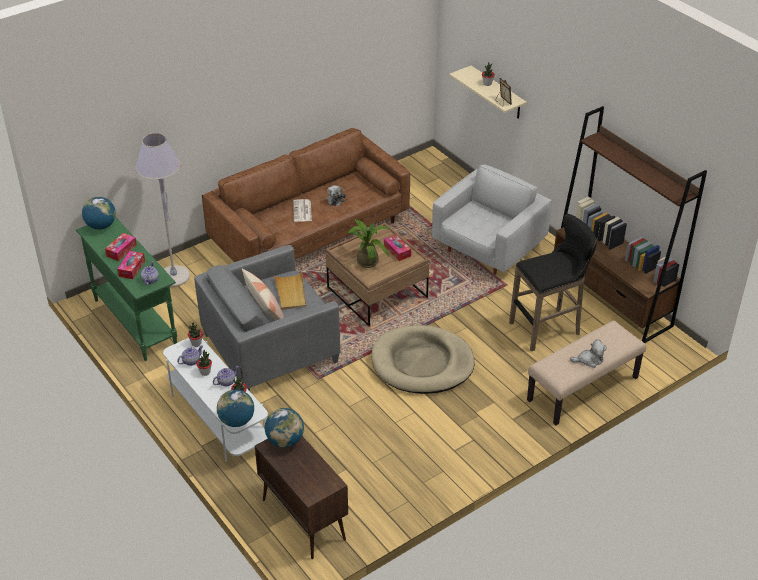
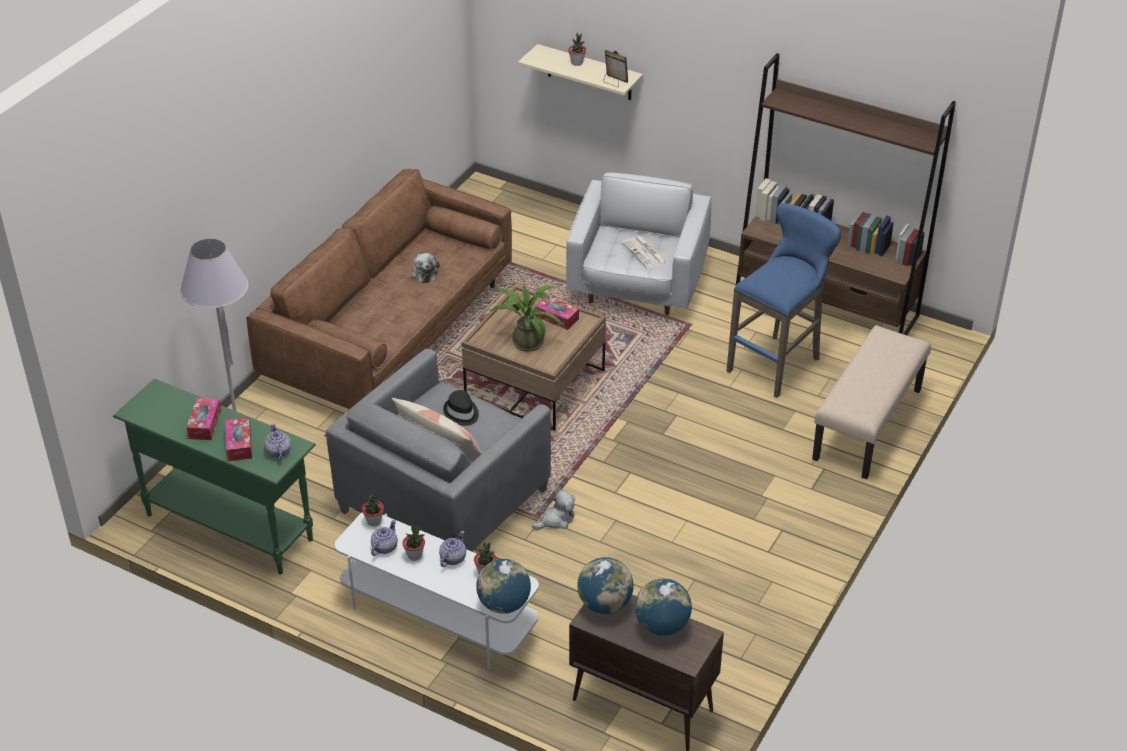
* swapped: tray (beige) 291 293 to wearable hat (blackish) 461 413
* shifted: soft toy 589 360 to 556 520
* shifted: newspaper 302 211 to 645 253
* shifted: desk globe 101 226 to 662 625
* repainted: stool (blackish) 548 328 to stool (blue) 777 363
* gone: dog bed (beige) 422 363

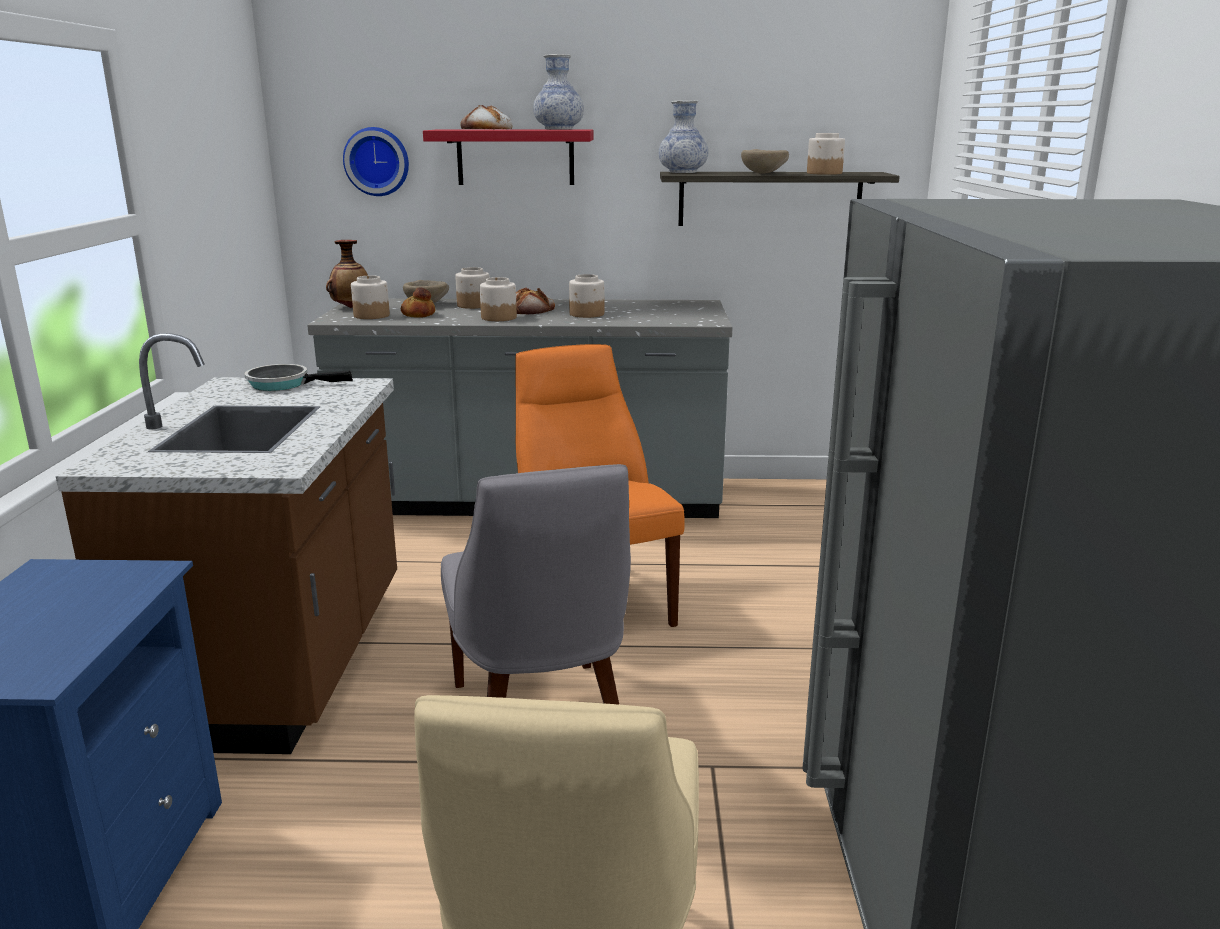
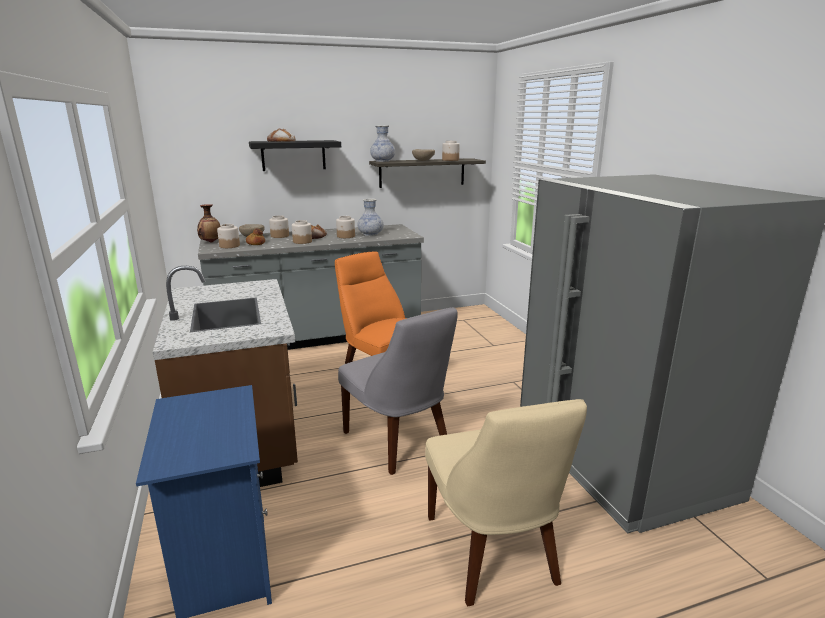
* repainted: bracket shelf (reddish) 515 157 to bracket shelf (blackish) 293 155
* shifted: flower vase 558 129 to 370 234
* gone: pan 284 384
* gone: wall clock 377 161

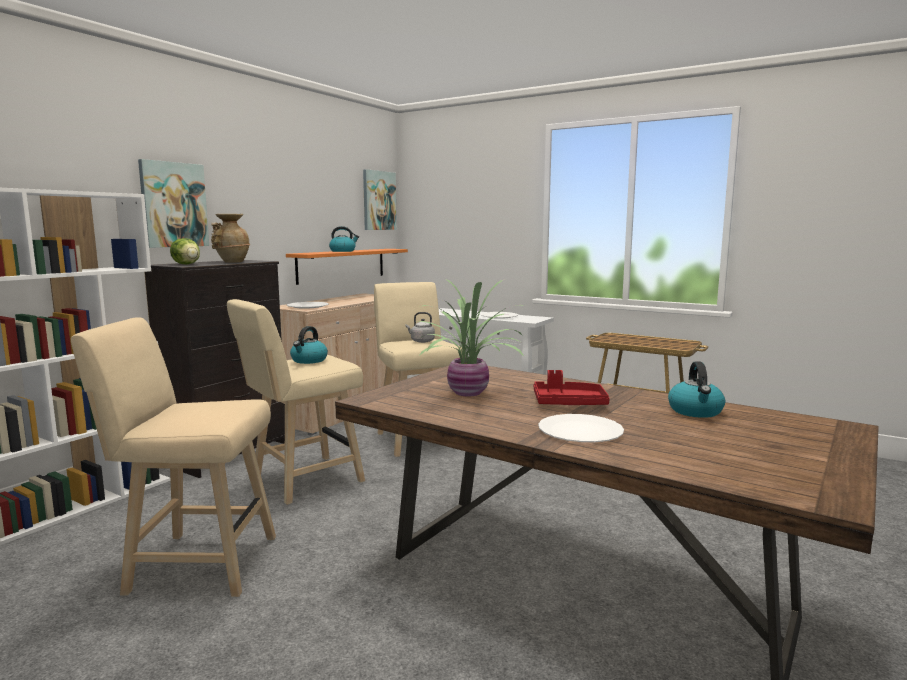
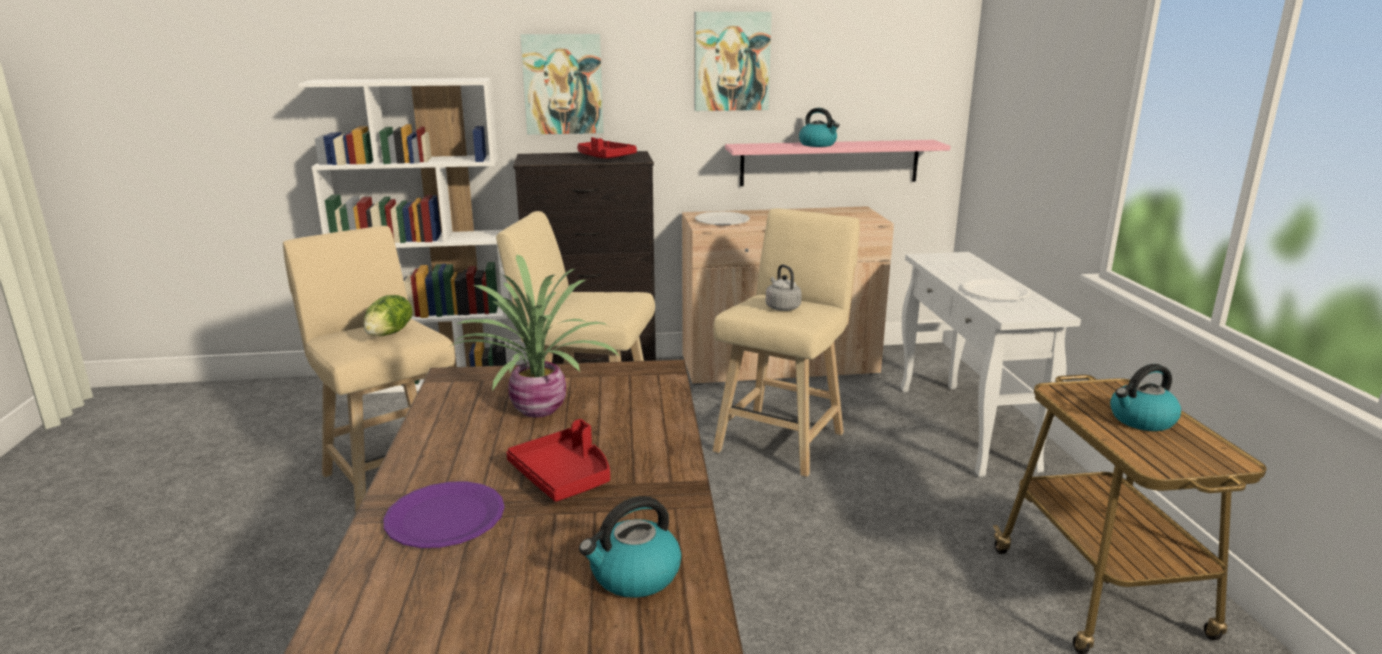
* shifted: head of lettuce 187 264 to 390 333
* repainted: plate (white-coloured) 580 431 to plate (purplish) 445 517
* swapped: flower vase (beige) 231 262 to tray (reddish) 604 157
* shifted: picture 378 200 to 731 61
* repainted: bracket shelf (orange) 342 265 to bracket shelf (pink) 829 162
* shifted: tea kettle 309 360 to 1141 420

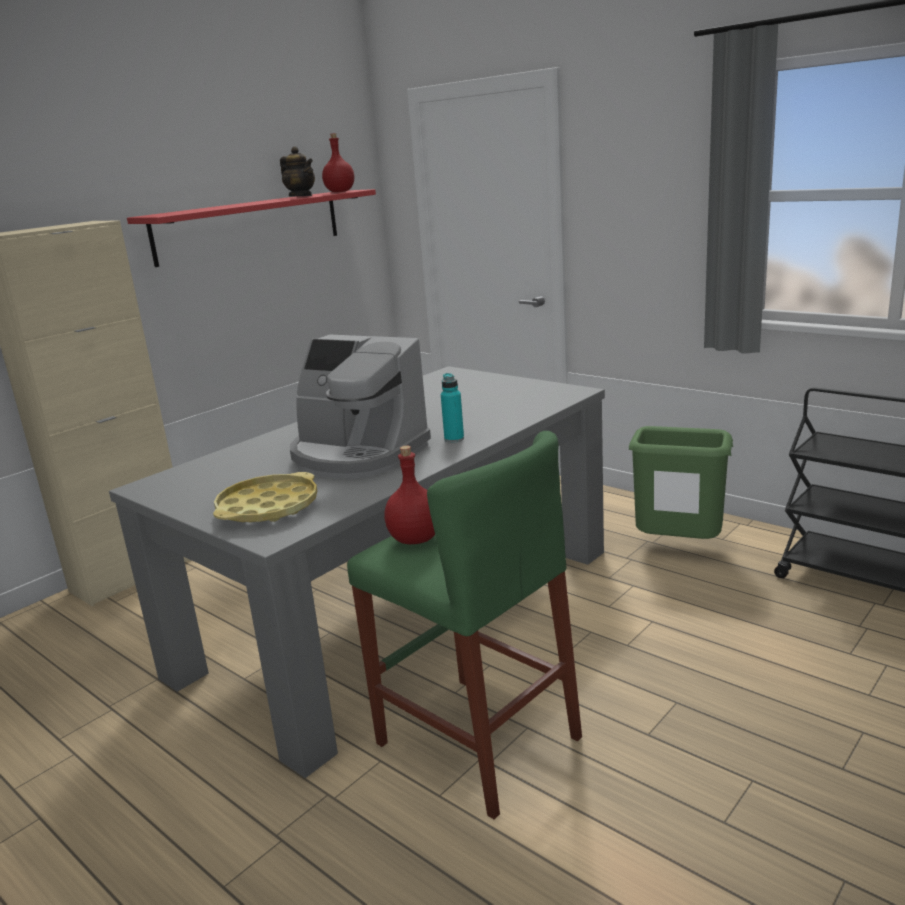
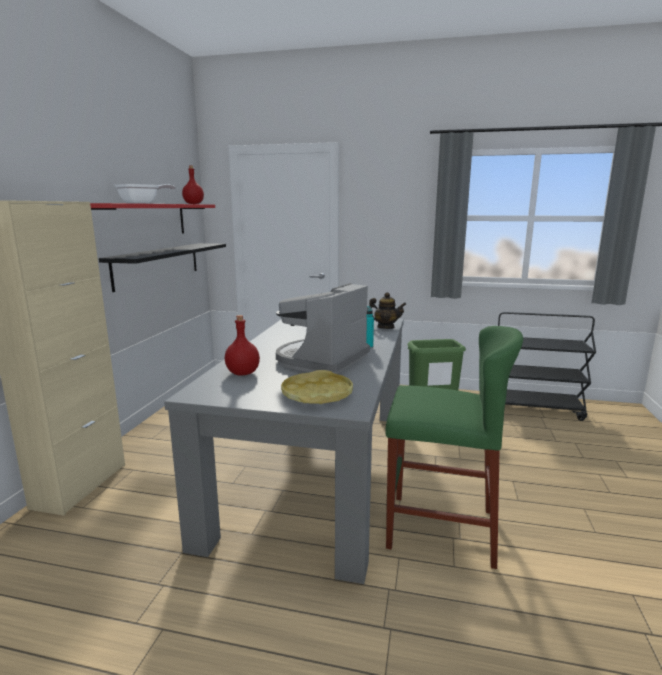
* new: bracket shelf (blackish) 158 264
* new: pan 143 203
* shifted: drink bottle (reddish) 414 539 to 242 373
* rotated: coffee maker 357 454 = 321 360 120 degrees clockwise
* shifted: teapot 301 196 to 385 327

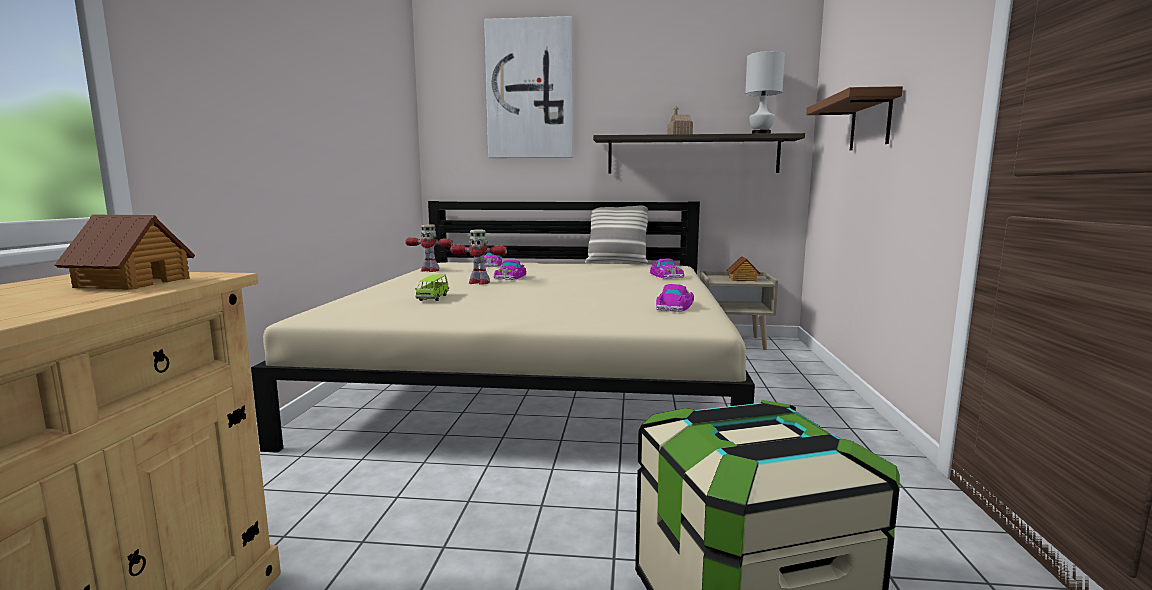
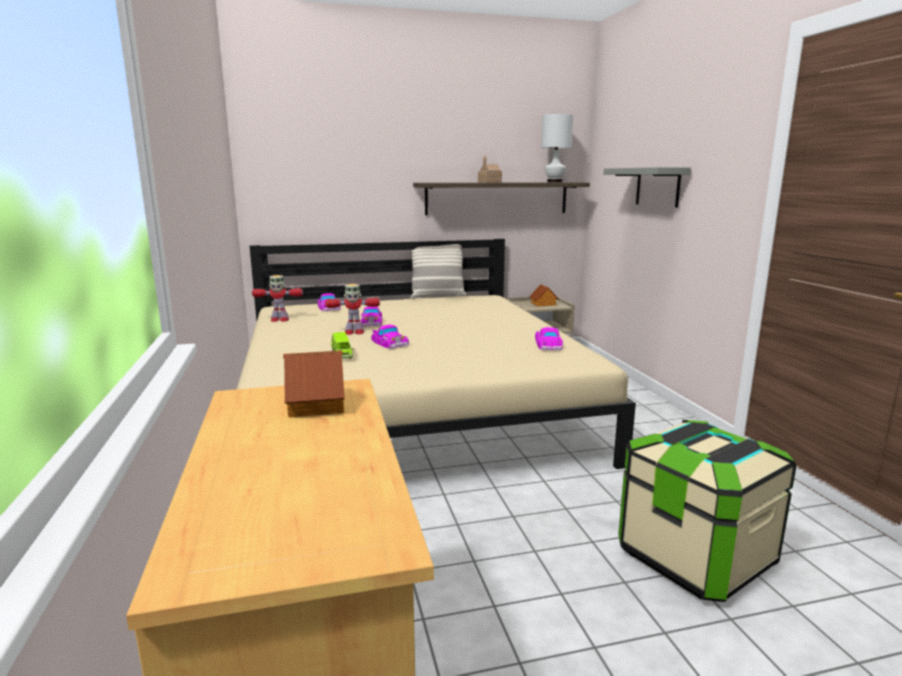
* shifted: model car 665 275 to 389 342
* repainted: bracket shelf (brown-coloured) 870 122 to bracket shelf (gray) 657 187
* gone: picture 530 90

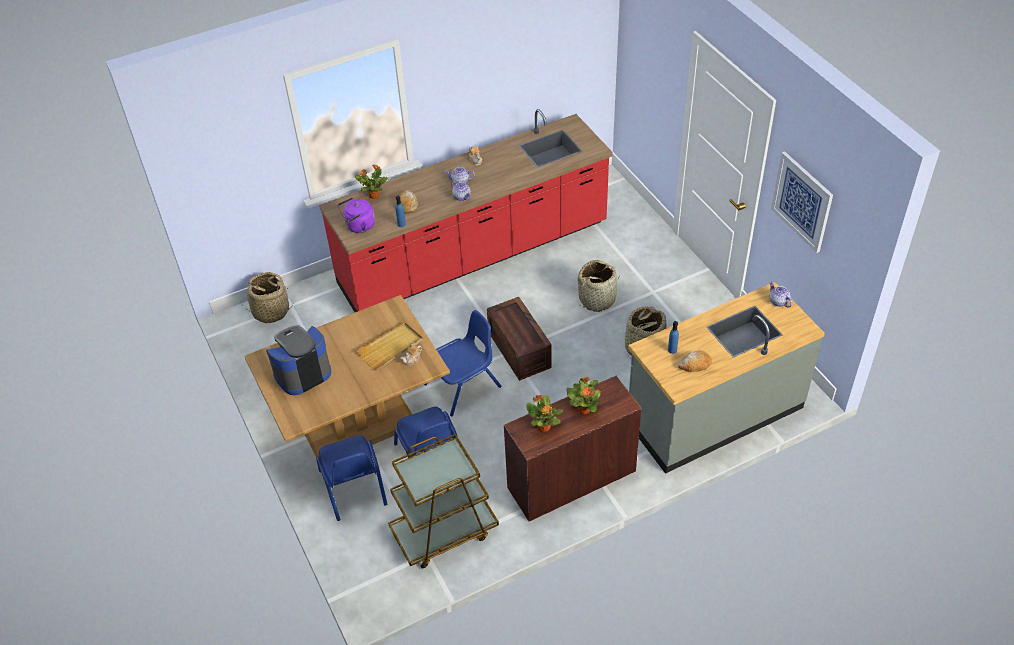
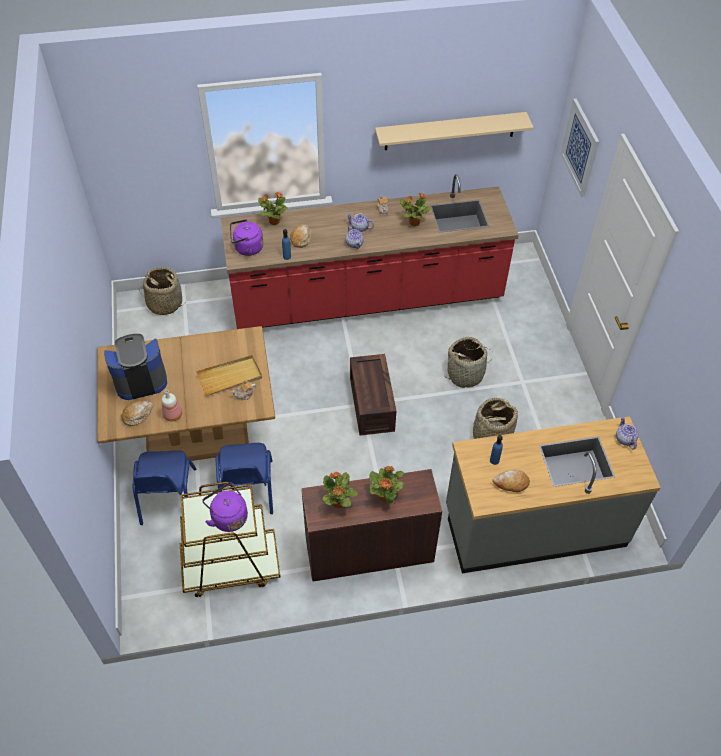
* new: baked bread 138 415
* new: drink bottle 173 415
* new: tea kettle (purplish) 228 517
* new: bracket shelf (beige) 450 131
* new: potted plant 413 222
* shifted: picture 802 201 to 580 147
* gone: plain chair (blue) 463 386

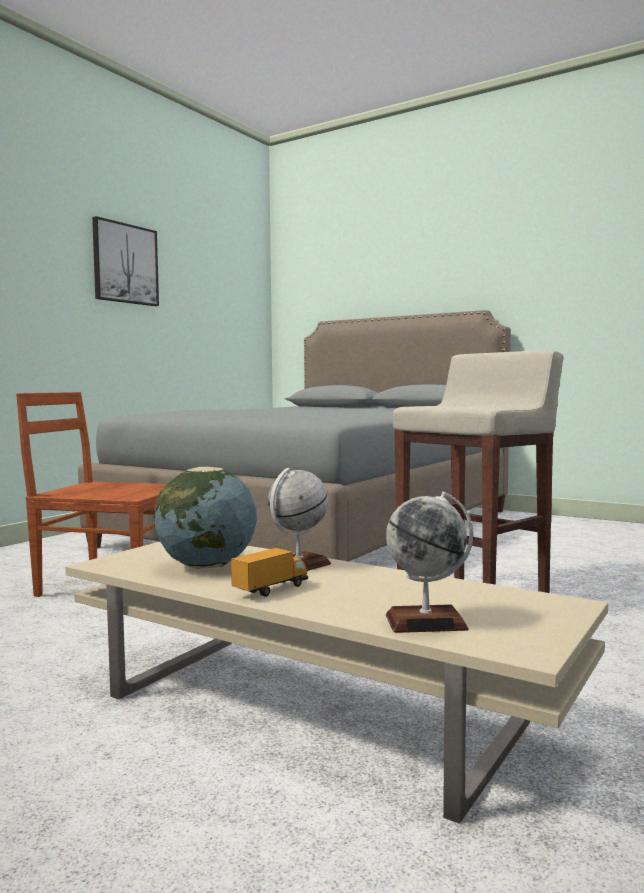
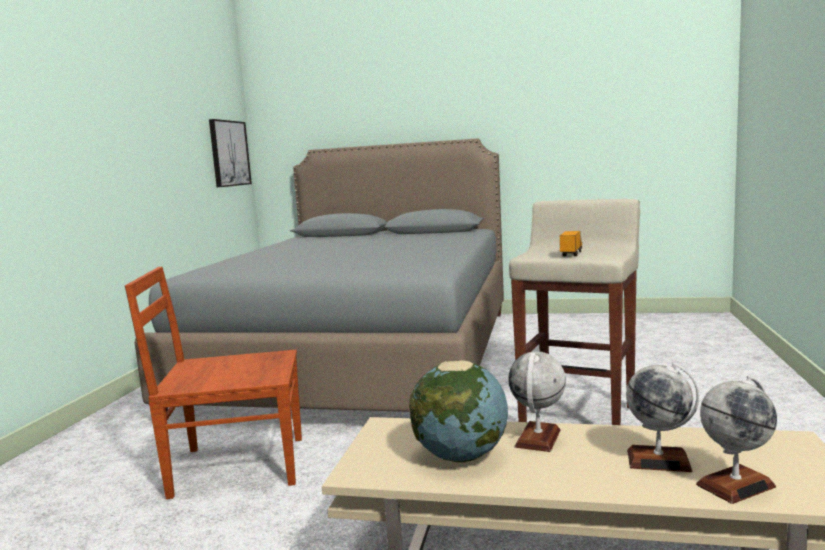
* shifted: picture 125 264 to 229 153
* shifted: toy truck 271 590 to 571 254
* new: desk globe 658 460

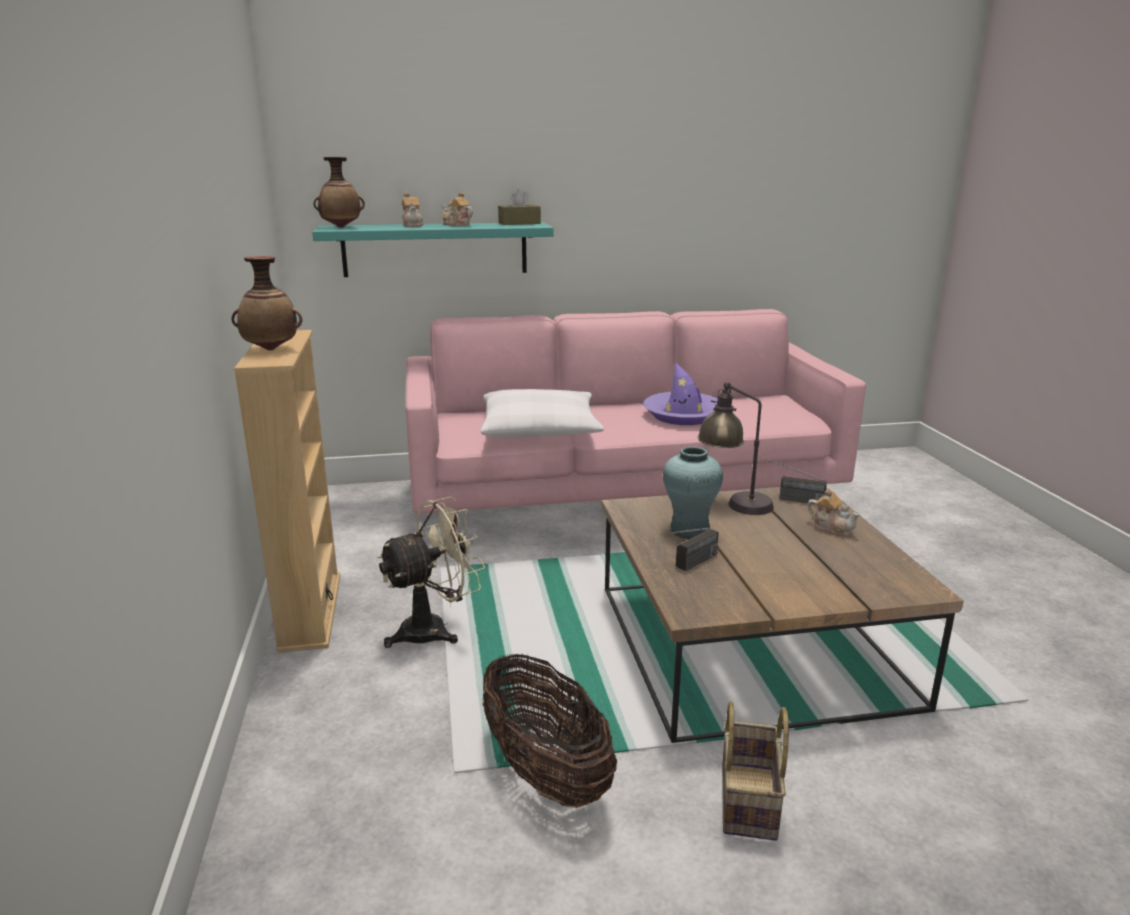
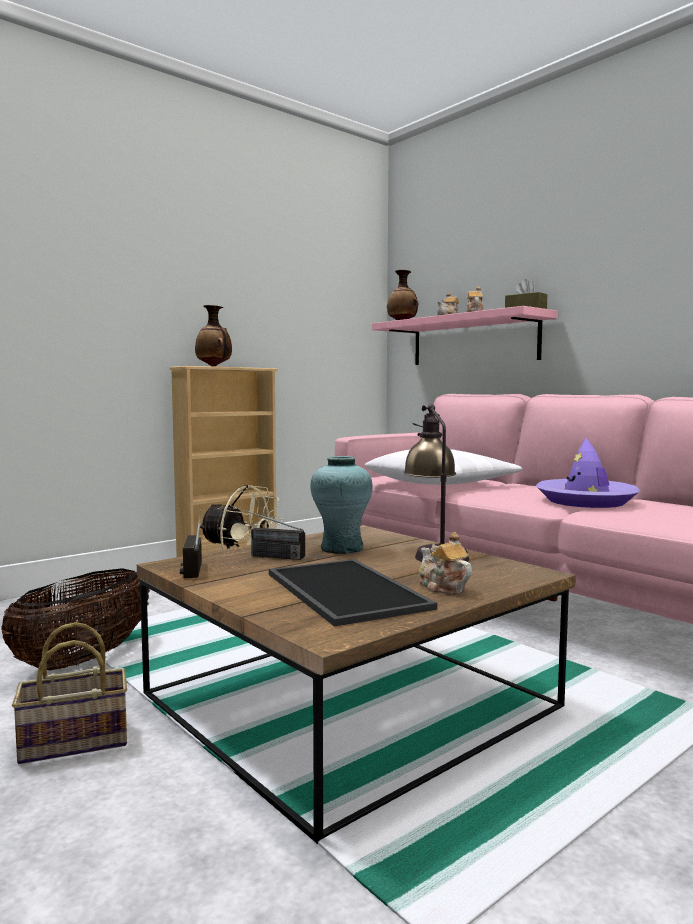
* shifted: radio 789 499 to 192 566
* new: tray 342 590
* repainted: bracket shelf (turquoise) 435 249 to bracket shelf (pink) 473 341
* rotated: teapot 831 528 = 442 587 135 degrees clockwise

